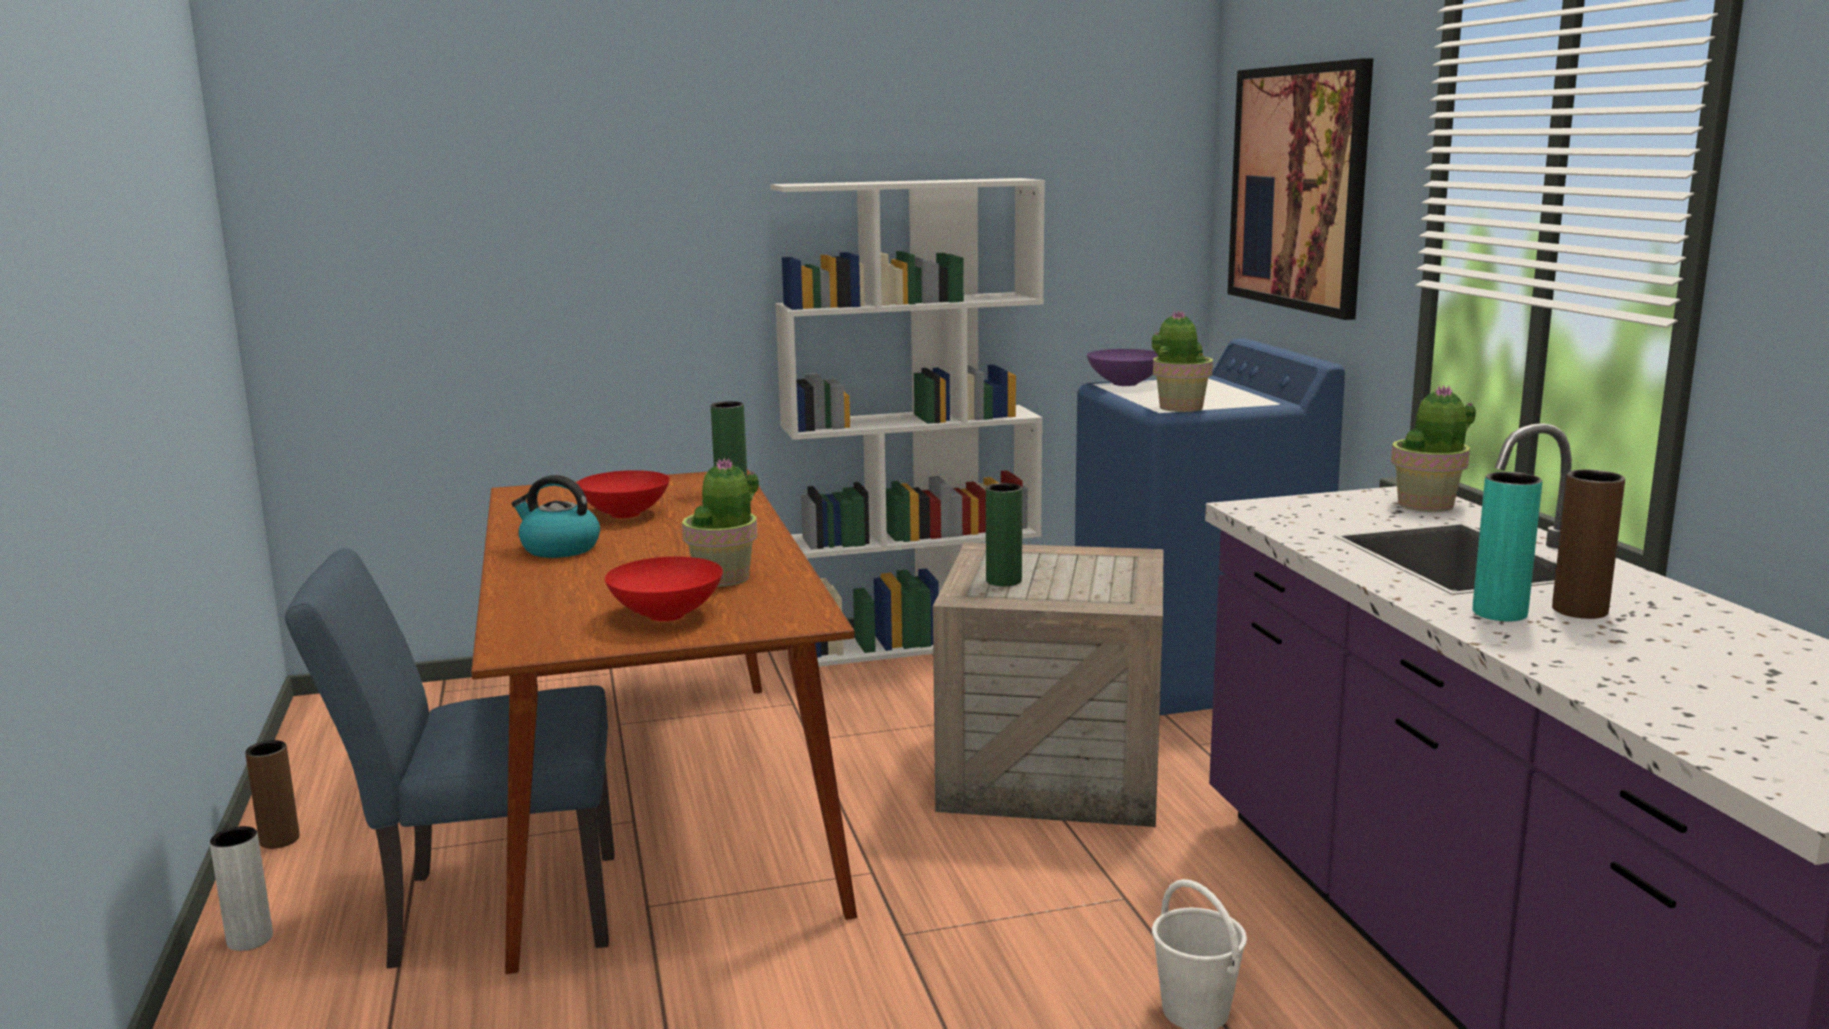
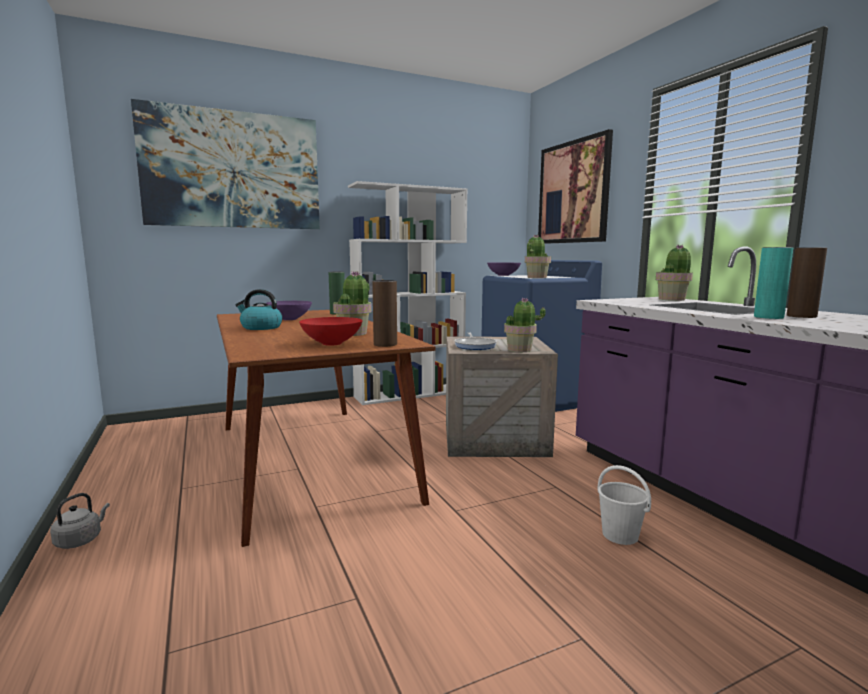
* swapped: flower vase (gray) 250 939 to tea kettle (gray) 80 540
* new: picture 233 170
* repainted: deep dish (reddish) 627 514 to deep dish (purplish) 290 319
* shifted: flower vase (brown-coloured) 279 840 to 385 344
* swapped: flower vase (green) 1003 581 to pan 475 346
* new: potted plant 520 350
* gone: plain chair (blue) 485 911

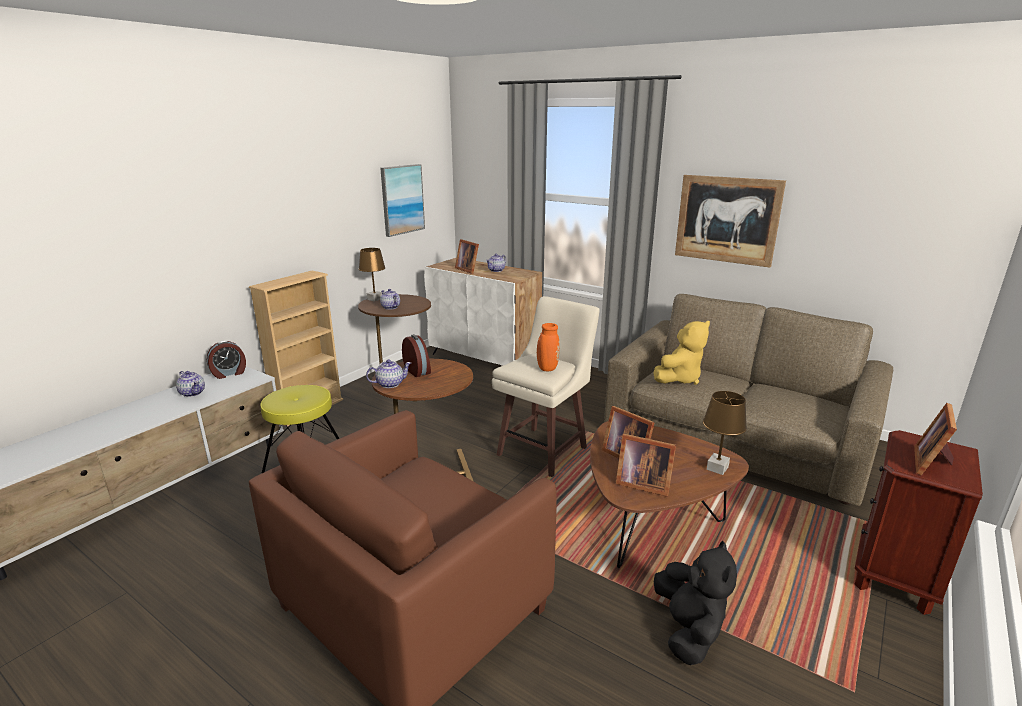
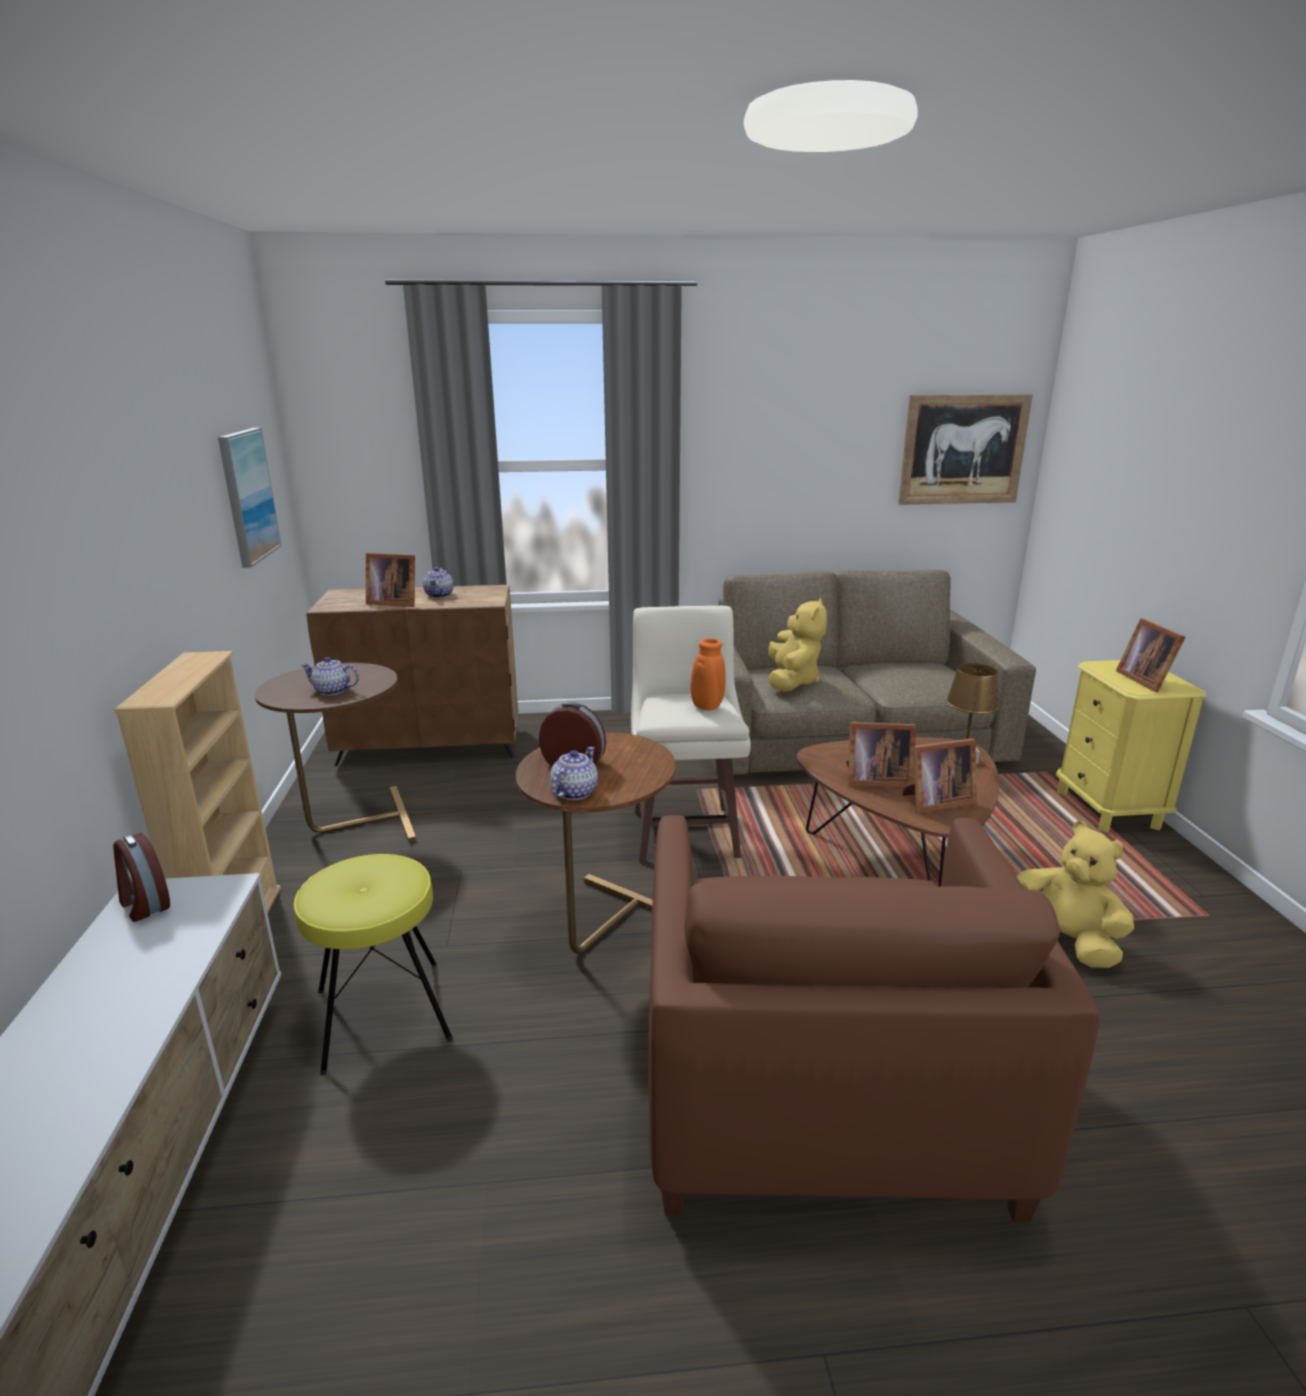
* rotated: table clock 229 373 = 144 904 120 degrees clockwise
* repainted: cupboard (white-coloured) 484 359 to cupboard (brown-coloured) 431 746
* shifted: picture 727 220 to 963 449
* repainted: soft toy (blackish) 688 630 to soft toy (yellow) 1063 939
* repainted: bedside table (brown-coloured) 894 576 to bedside table (yellow) 1107 810
* gone: teapot 193 393
* gone: table lamp (brown-coloured) 375 299

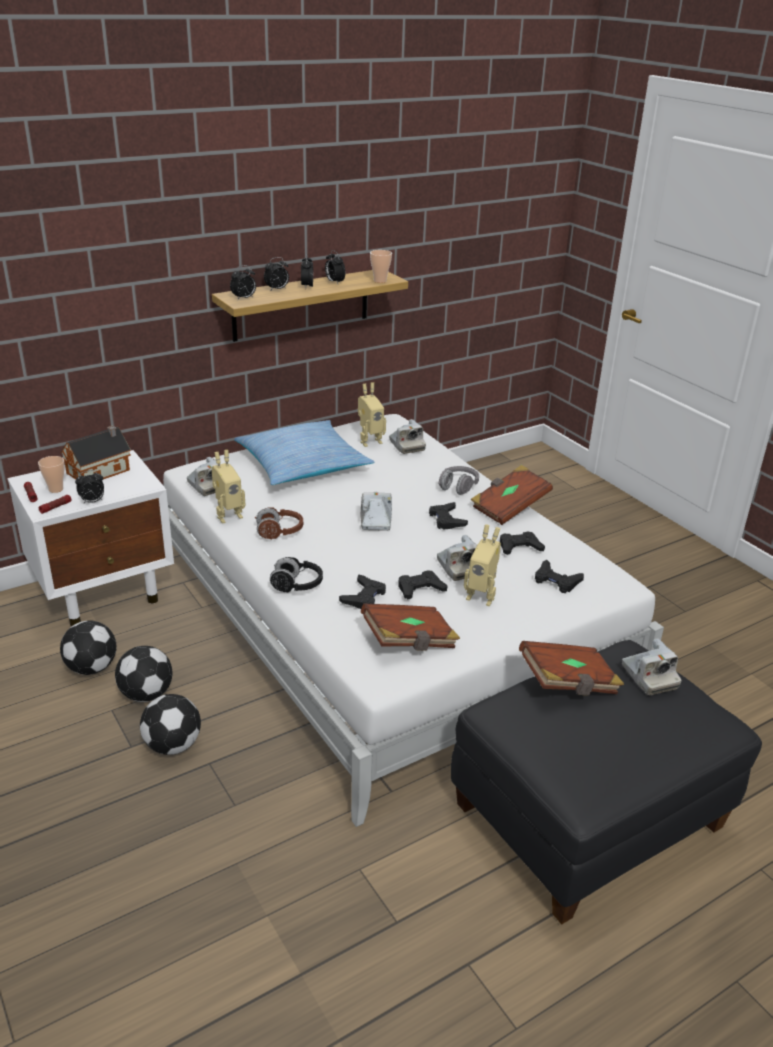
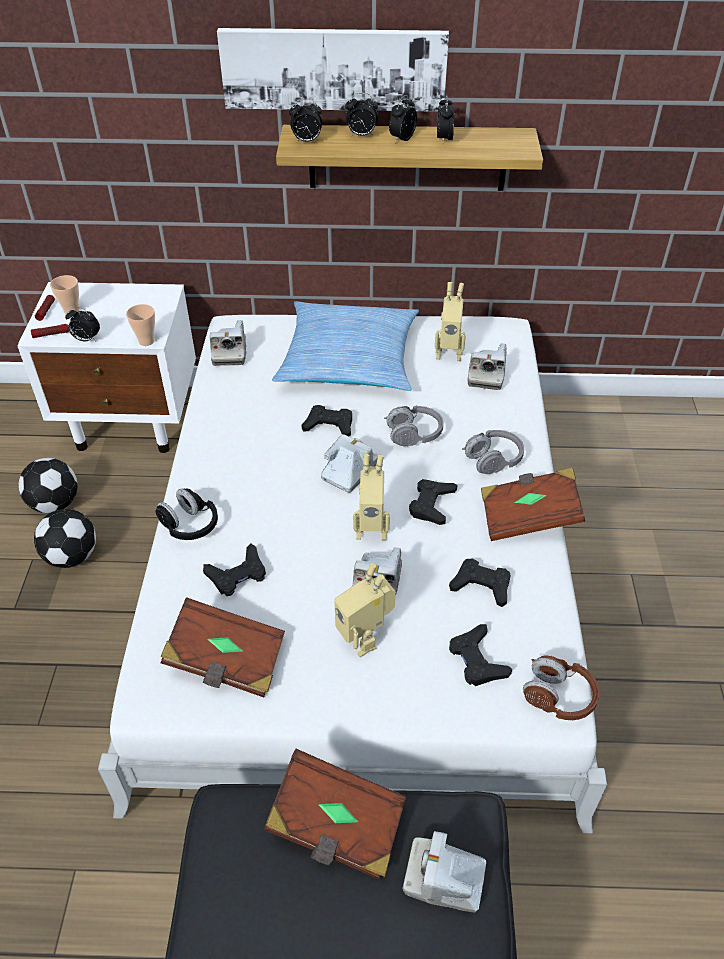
* shifted: small cup 380 281 to 146 341
* new: picture 334 68
* shifted: joypad (blackish) 420 589 to 329 425
* shifted: robot figure 228 515 to 371 528
* new: headset (gray) 414 435
* rotated: still camera 649 677 = 444 878 90 degrees clockwise
* shifted: headset (brown-coloured) 279 532 to 558 697
* gone: toy house 101 471
* gone: football ball 173 745

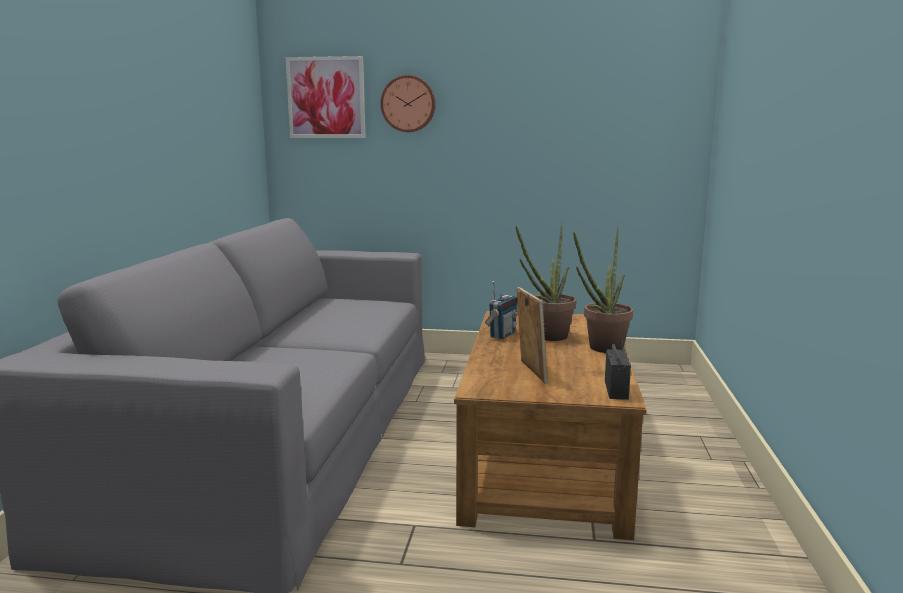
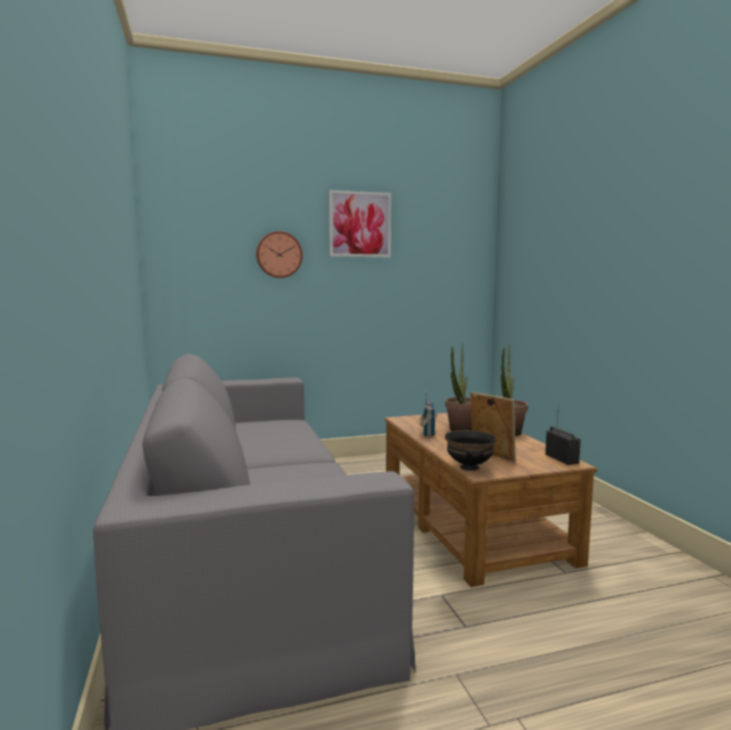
* shifted: picture 326 98 to 359 224
* new: deep dish (blackish) 470 467

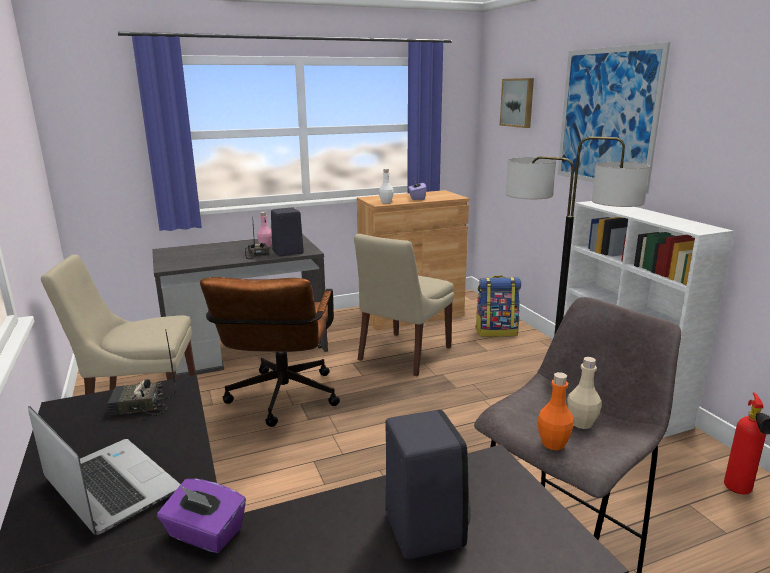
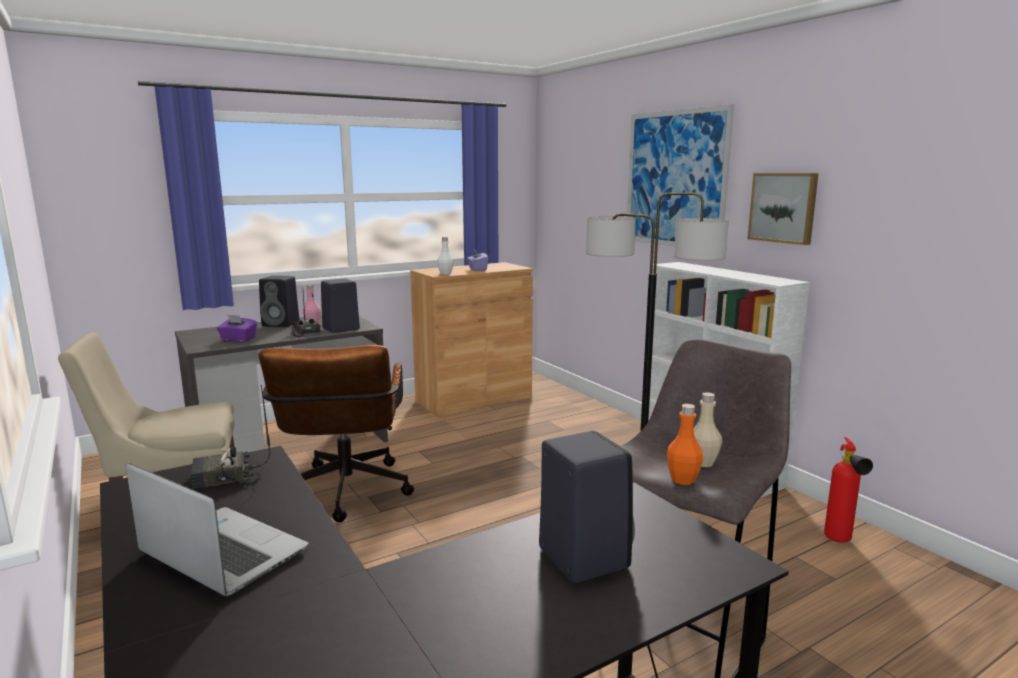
* shifted: tissue box (purplish) 205 534 to 238 339
* new: loudspeaker (blackish) 282 324
* shifted: picture 518 102 to 783 207
* gone: plain chair (beige) 403 355
* gone: rucksack 496 331

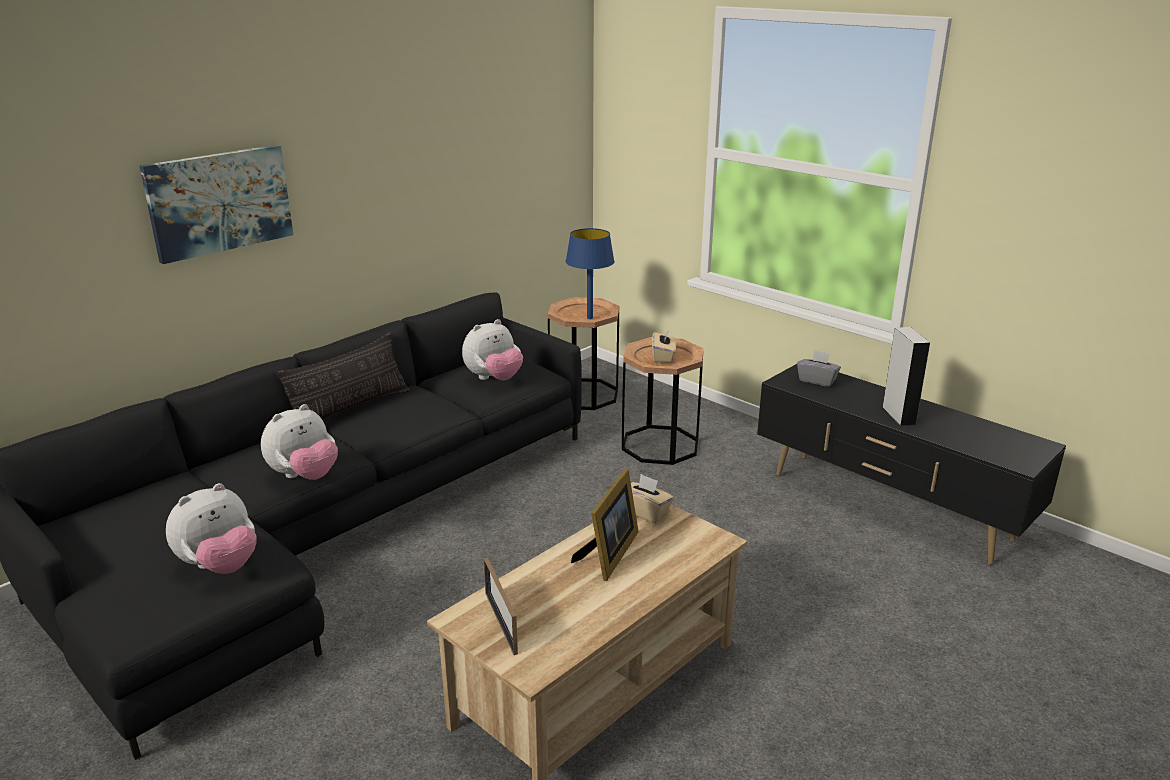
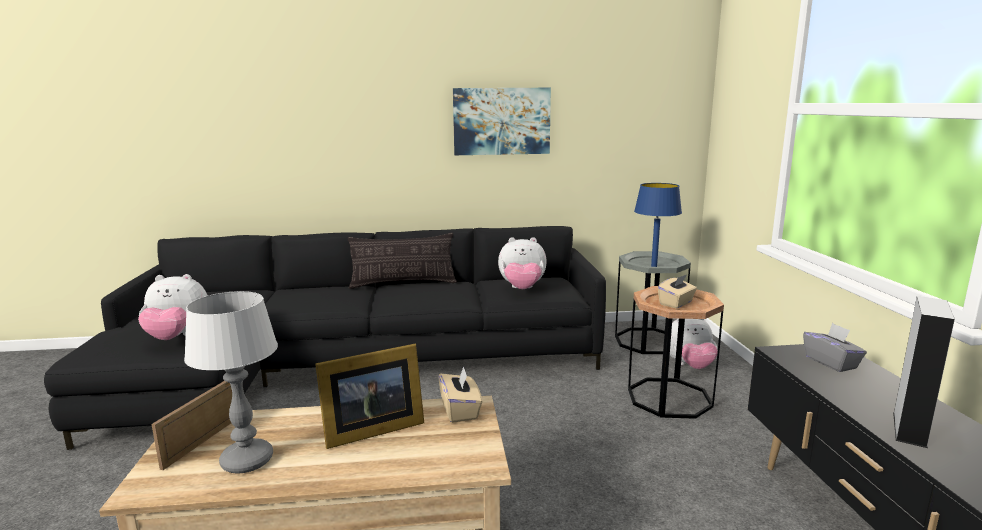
* new: table lamp 246 461
* shifted: picture 219 202 to 501 121
* repainted: end table (brown-coloured) 583 394 to end table (gray) 648 341
* shifted: soft toy 304 476 to 689 366

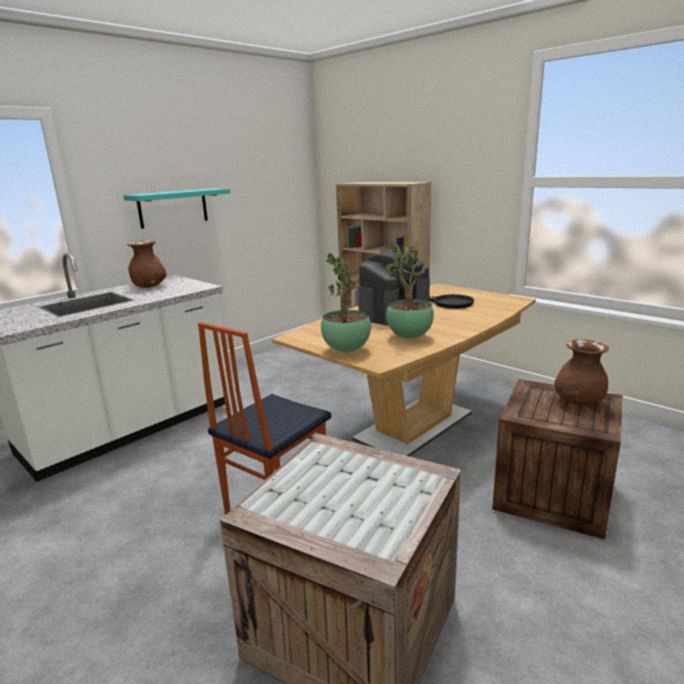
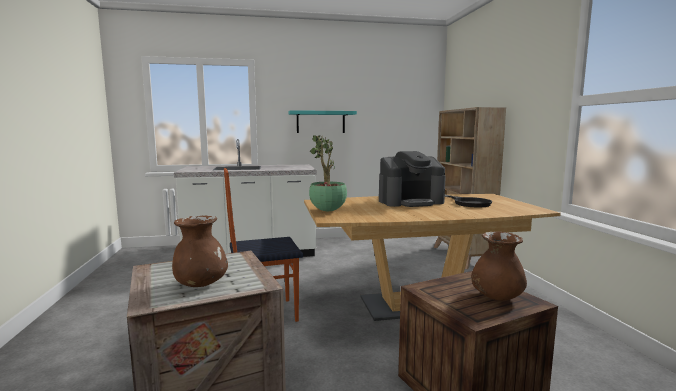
* shifted: flower vase (brown-coloured) 149 287 to 201 284
* gone: potted plant 409 337

